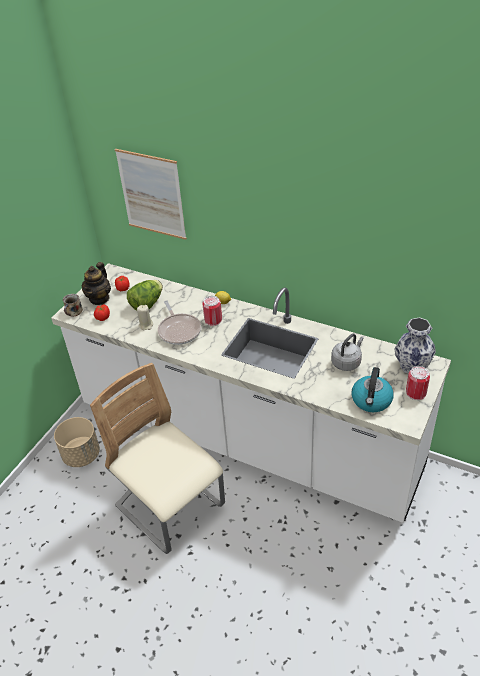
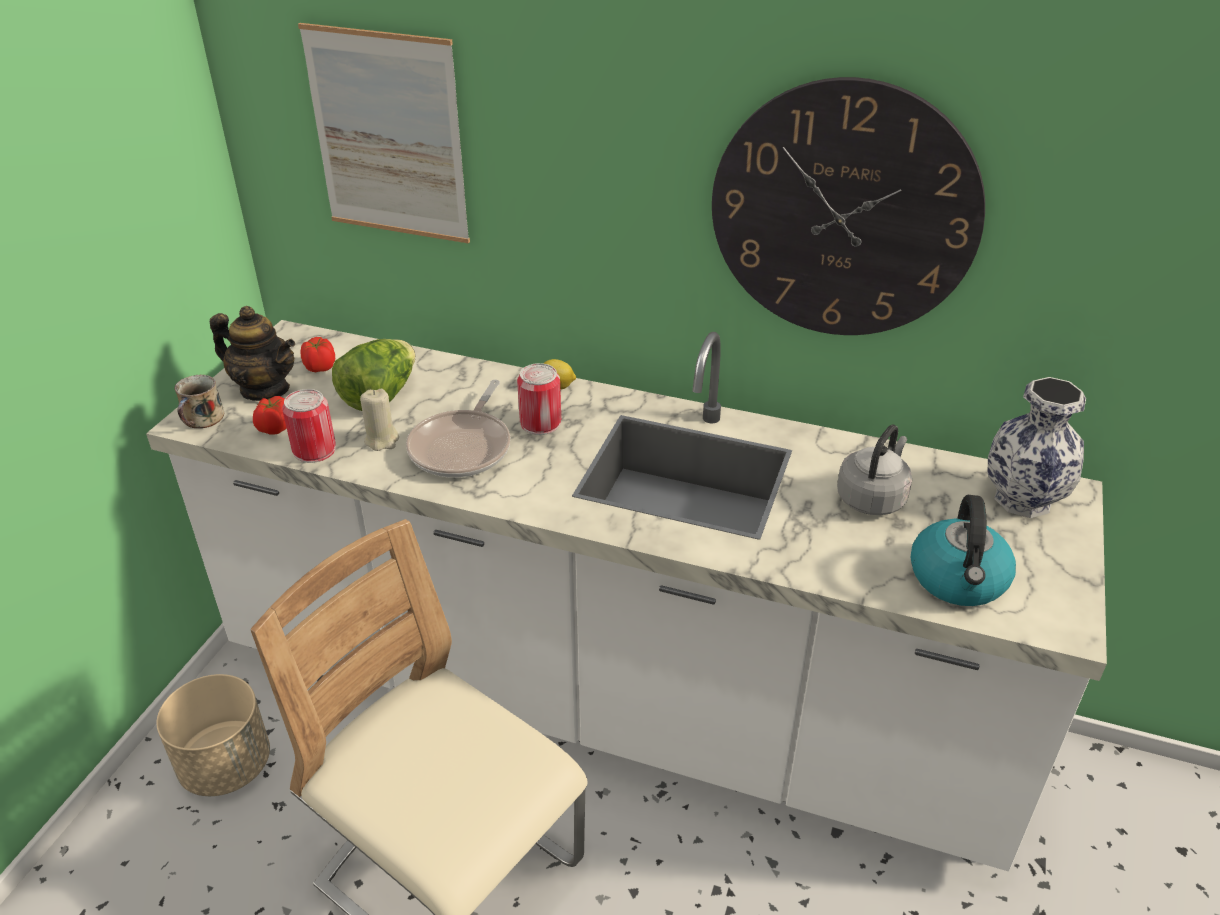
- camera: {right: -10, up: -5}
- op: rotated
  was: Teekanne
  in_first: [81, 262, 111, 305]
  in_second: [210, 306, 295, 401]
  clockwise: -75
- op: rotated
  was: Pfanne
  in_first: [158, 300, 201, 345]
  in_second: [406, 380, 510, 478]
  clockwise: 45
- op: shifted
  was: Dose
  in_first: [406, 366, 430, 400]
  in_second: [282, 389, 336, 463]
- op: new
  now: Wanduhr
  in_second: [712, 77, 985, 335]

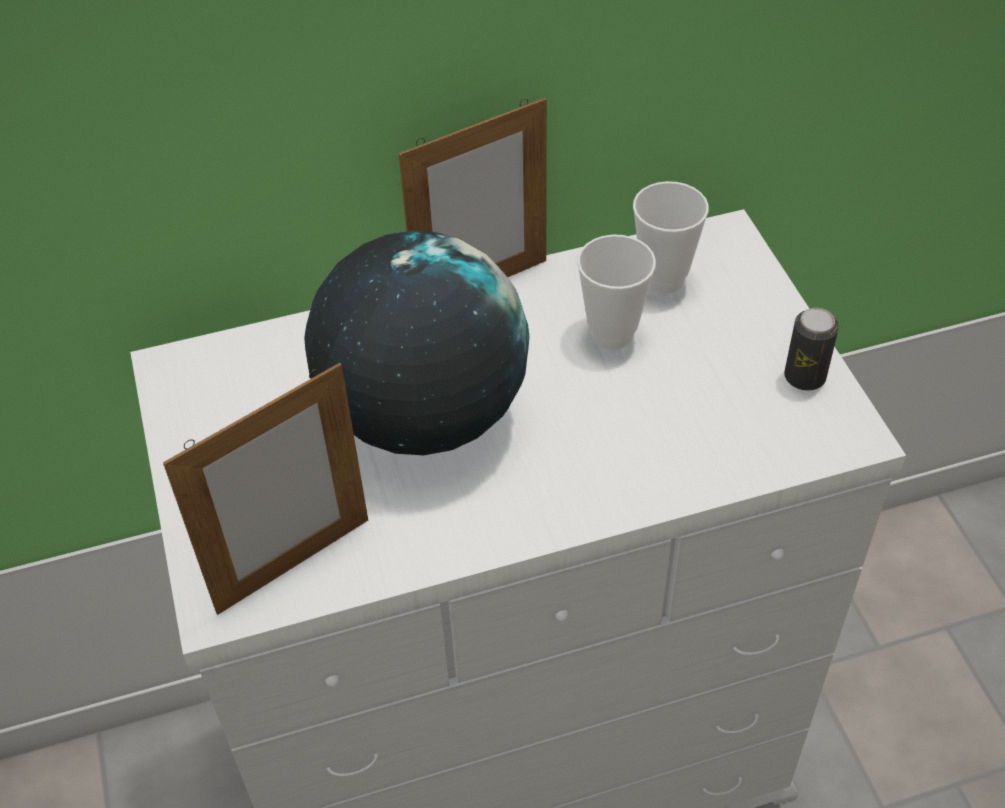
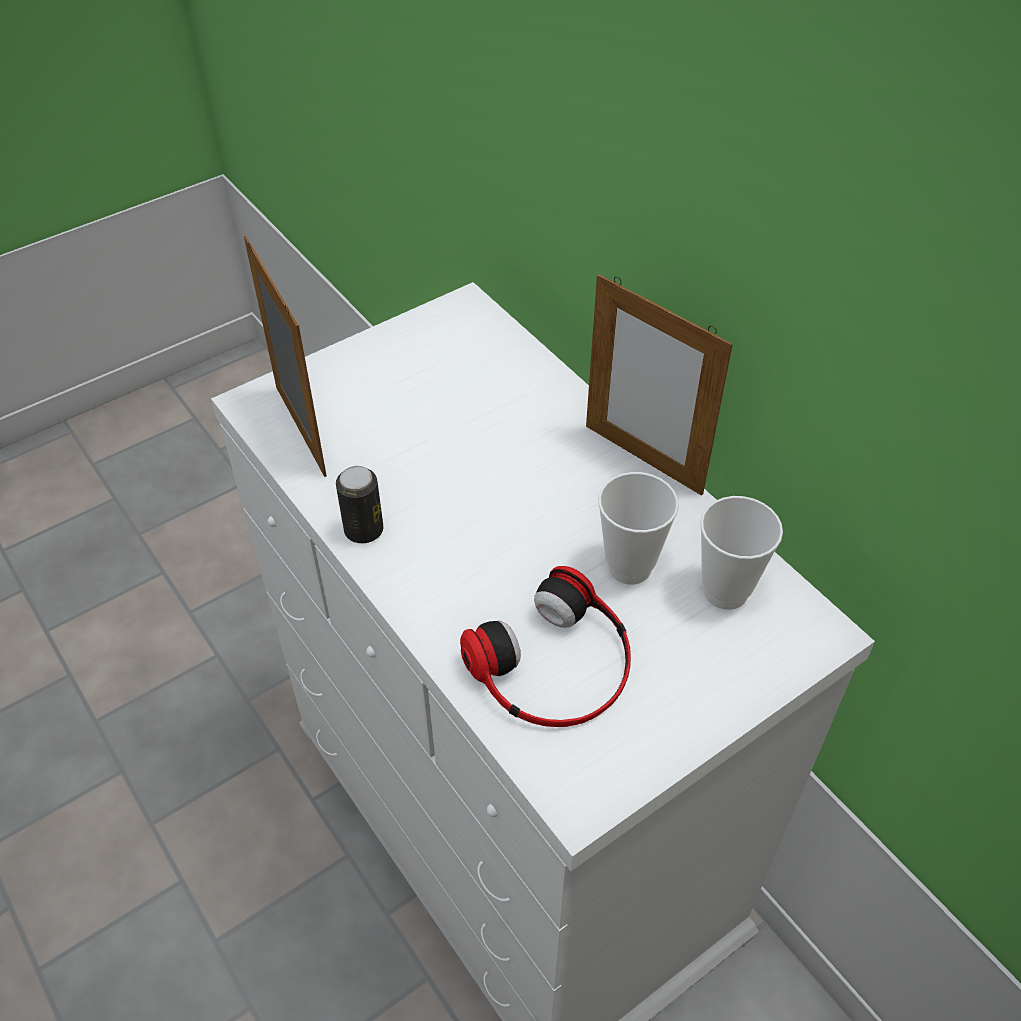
- camera: {right: 70, up: 0}
- op: rotated
  was: Bilderrahmen
  in_first: [163, 363, 368, 615]
  in_second: [244, 236, 327, 477]
  clockwise: -150
- op: gone
  was: Globus
  in_first: [304, 231, 529, 455]
- op: shifted
  was: Dose
  in_first: [784, 308, 839, 391]
  in_second: [336, 466, 383, 543]
- op: new
  now: Kopfhörer
  in_second: [460, 566, 631, 727]

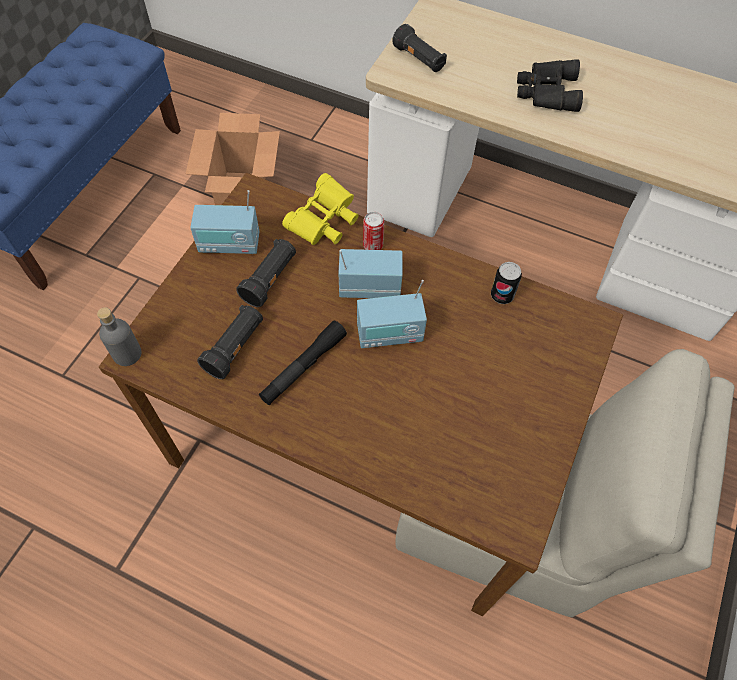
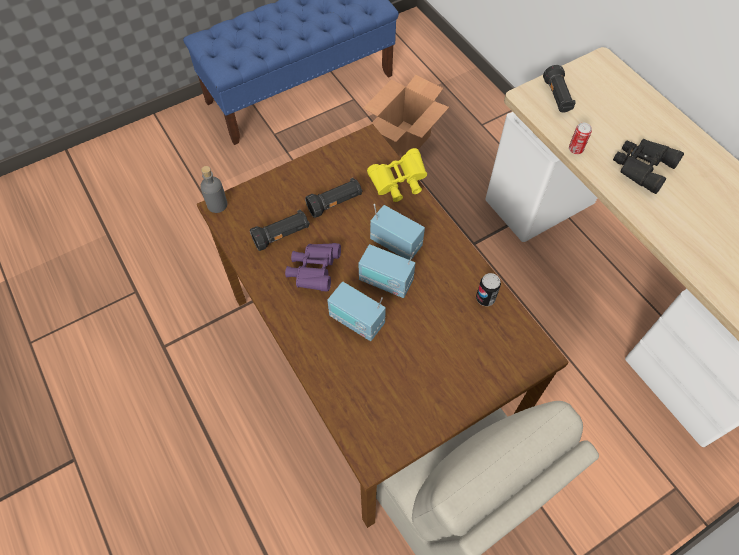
- camera: {right: 35, up: 0}
- op: shifted
  was: Radio
  in_first: [190, 190, 259, 254]
  in_second: [327, 282, 386, 341]
- op: swapped
  was: Taschenlampe/schwarz
  now: Fernglas/lila
  in_first: [259, 321, 347, 405]
  in_second: [285, 243, 341, 291]
- op: shifted
  was: Dose
  in_first: [363, 212, 384, 250]
  in_second: [569, 123, 592, 154]

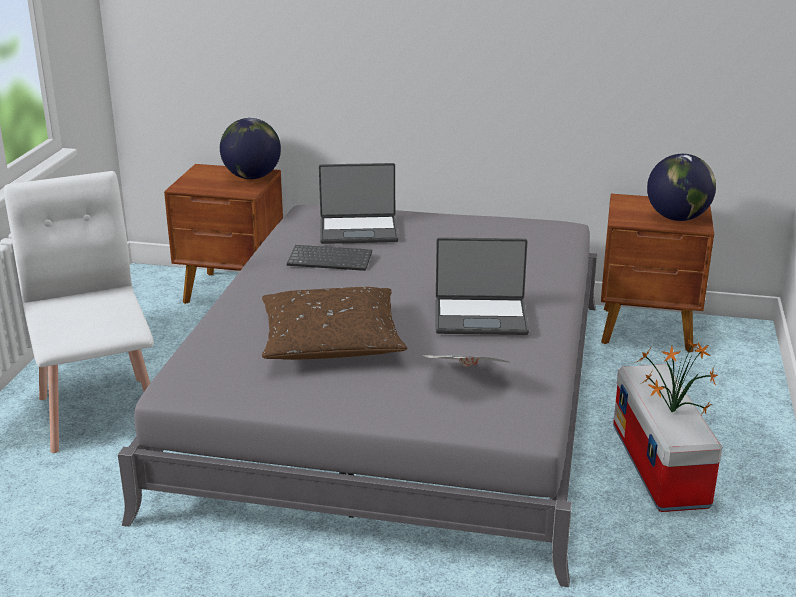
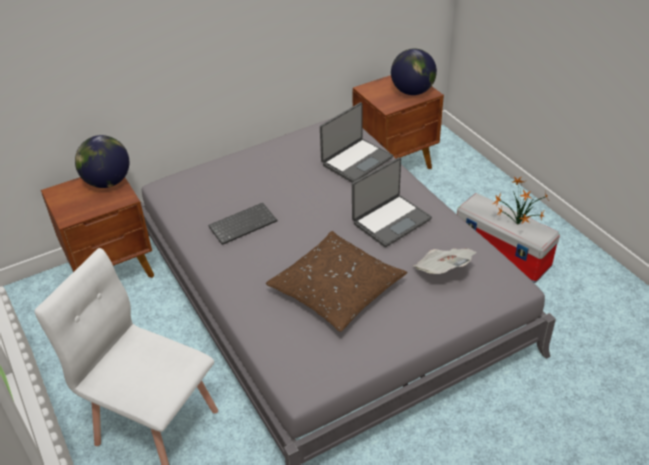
- camera: {right: -40, up: 15}
- op: shifted
  was: Laptop
  in_first: [319, 163, 399, 244]
  in_second: [320, 102, 393, 183]

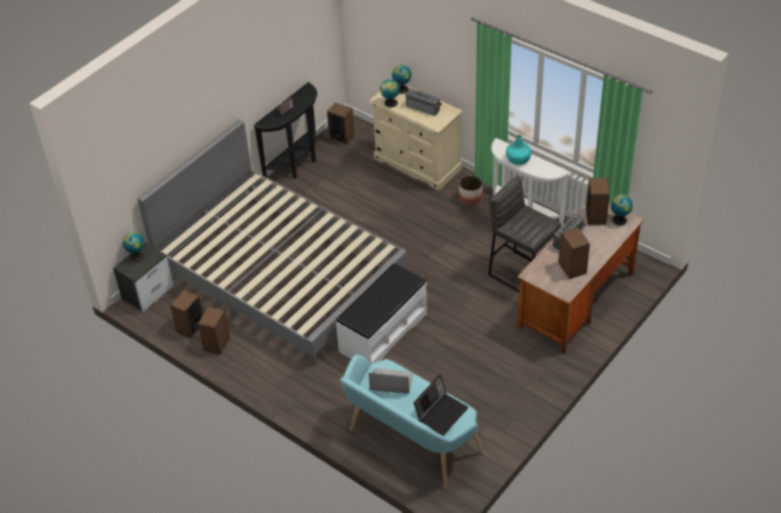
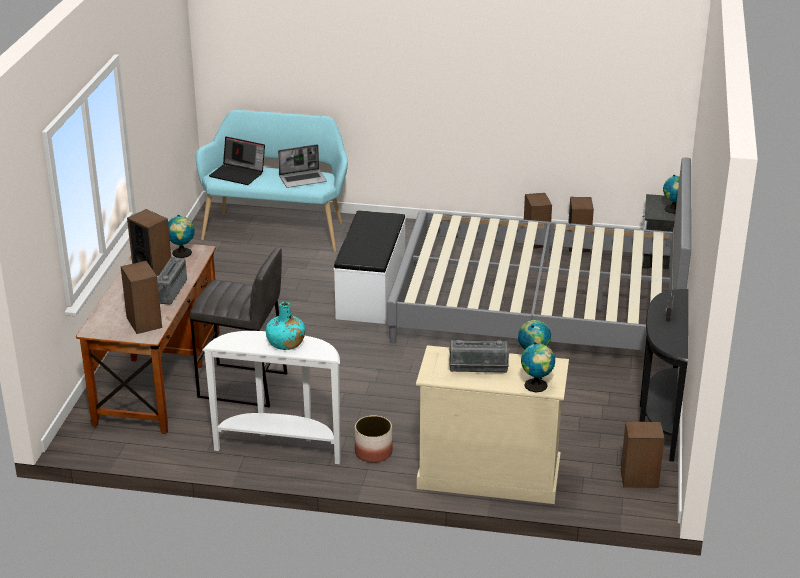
- camera: {right: 150, up: -15}
- op: rotated
  was: Laptop
  in_first: [414, 374, 469, 436]
  in_second: [209, 137, 265, 185]
  clockwise: -75
- op: shifted
  was: Globus
  in_first: [611, 195, 633, 226]
  in_second: [168, 215, 195, 258]

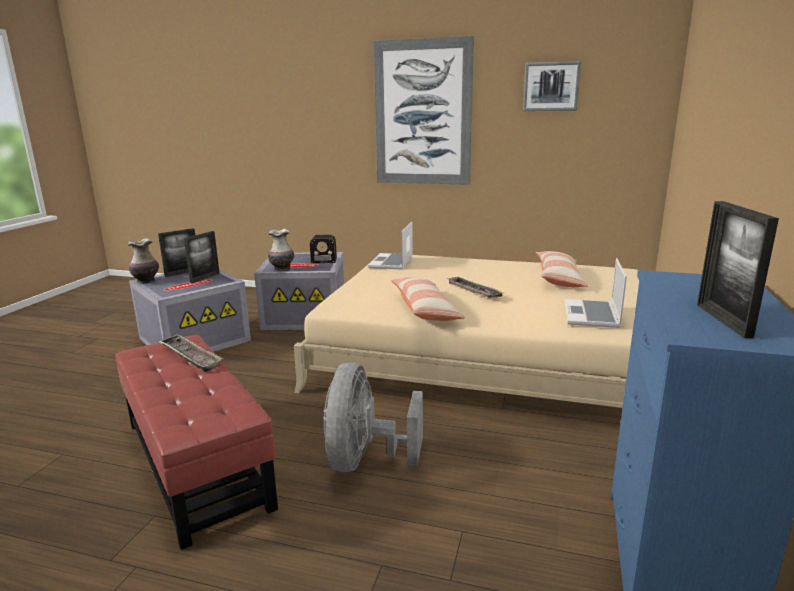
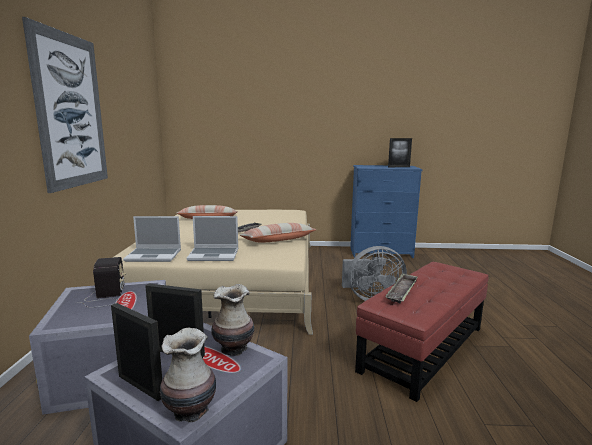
- camera: {right: -105, up: -5}
- op: shifted
  was: Vase
  in_first: [268, 229, 294, 271]
  in_second: [212, 284, 254, 356]
- op: gone
  was: Bild
  in_first: [523, 61, 581, 111]
- op: shifted
  was: Laptop
  in_first: [565, 258, 627, 328]
  in_second: [186, 216, 238, 261]

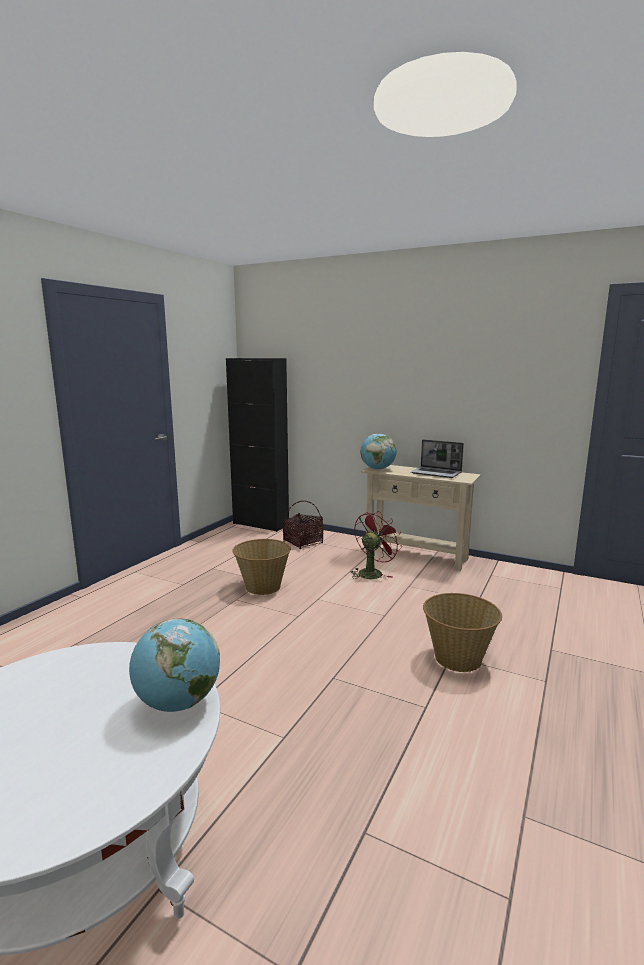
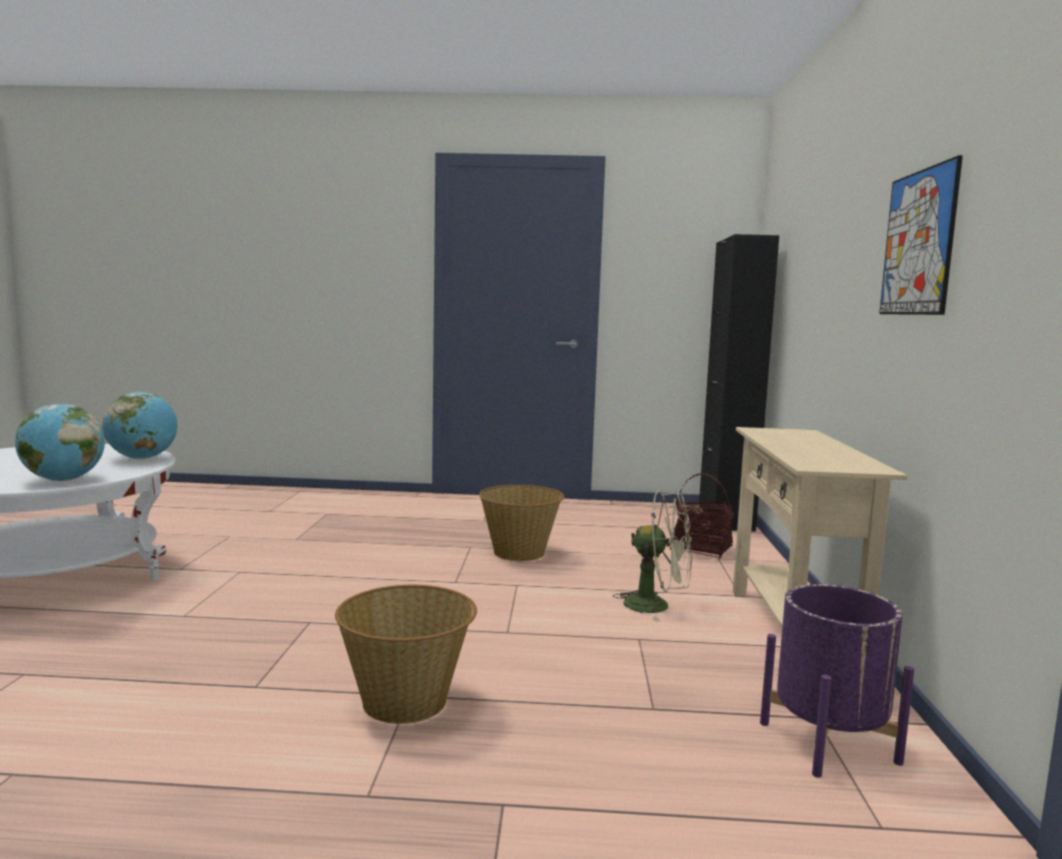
- camera: {right: 65, up: -5}
- op: repainted
  was: Ventilator/rot
  now: Ventilator/beige
  in_first: [351, 511, 402, 579]
  in_second: [613, 490, 692, 622]
- op: shifted
  was: Globus
  in_first: [360, 434, 397, 470]
  in_second: [102, 392, 177, 459]
- op: gone
  was: Laptop
  in_first: [411, 439, 464, 478]
- op: new
  now: Pflanzkübel/lila
  in_second: [760, 584, 914, 778]
- op: new
  now: Bild
  in_second: [879, 155, 963, 315]

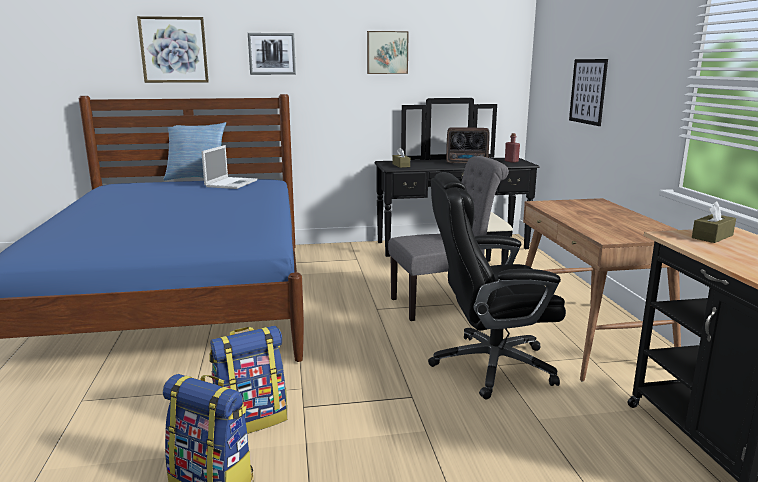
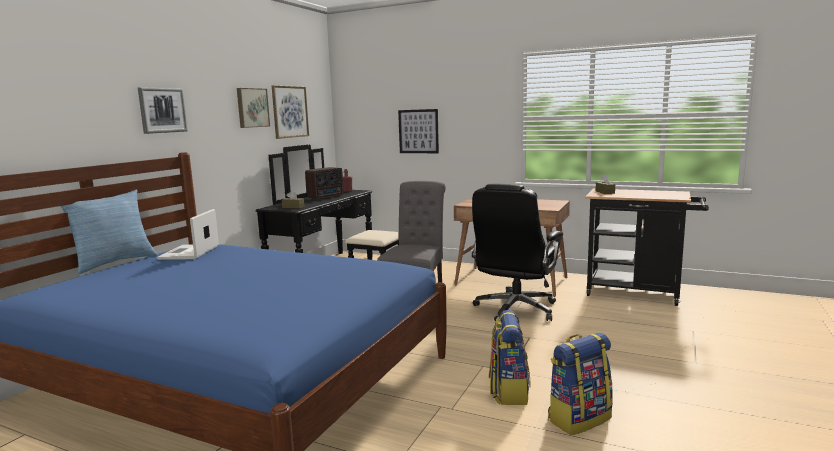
- camera: {right: -55, up: -5}
- op: shifted
  was: Bild
  in_first: [137, 16, 209, 83]
  in_second: [272, 85, 309, 139]
- op: rotated
  was: Laptop
  in_first: [201, 145, 257, 189]
  in_second: [157, 209, 219, 260]
  clockwise: -135

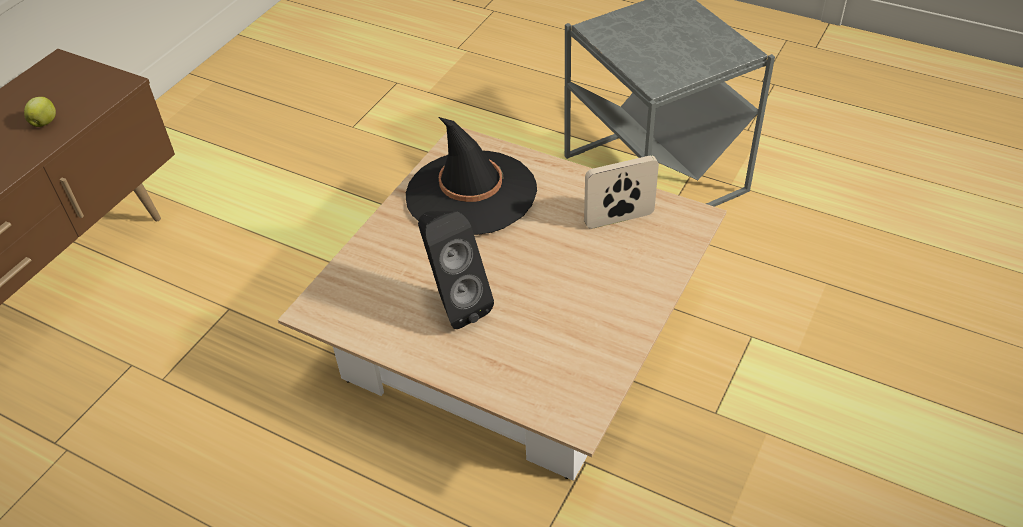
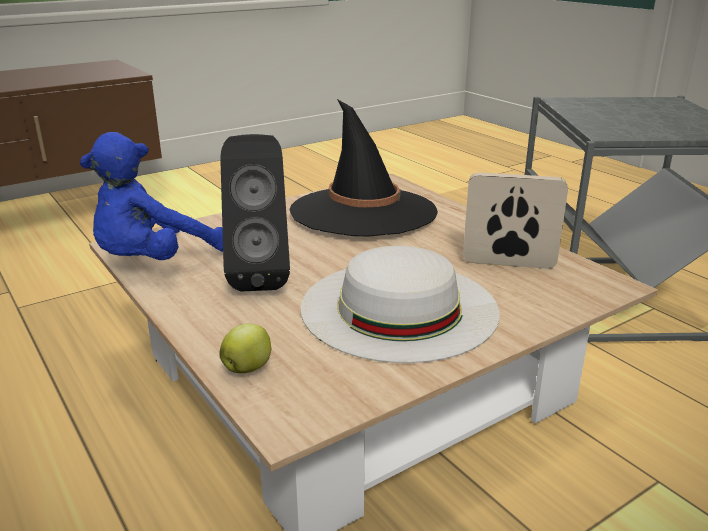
- camera: {right: 25, up: -20}
- op: shifted
  was: Apfel
  in_first: [24, 97, 56, 127]
  in_second: [219, 324, 271, 373]
- op: new
  now: Plüschtier/blau
  in_second: [80, 132, 223, 260]
- op: new
  now: Hut/weiß
  in_second: [301, 246, 499, 363]

